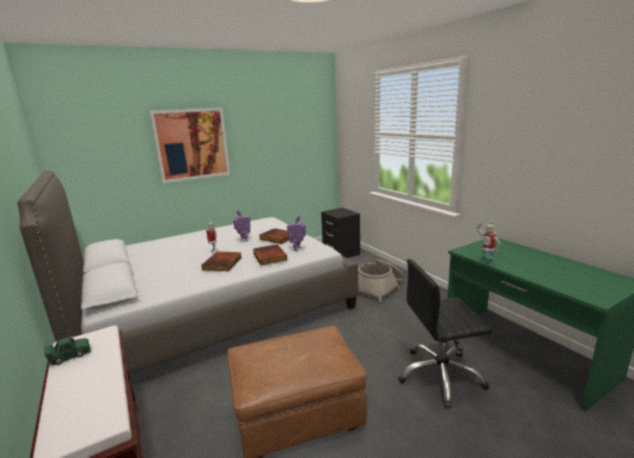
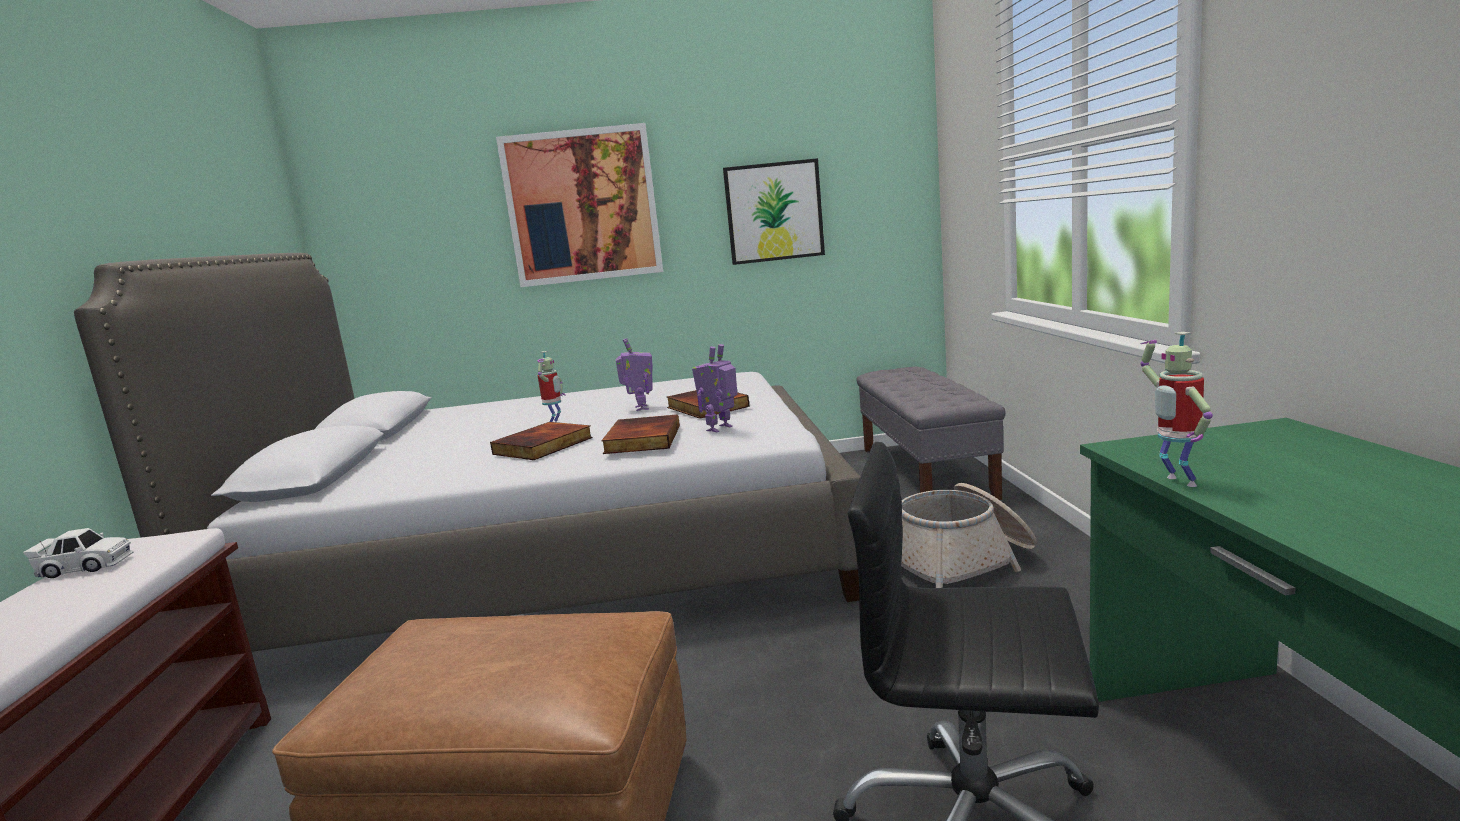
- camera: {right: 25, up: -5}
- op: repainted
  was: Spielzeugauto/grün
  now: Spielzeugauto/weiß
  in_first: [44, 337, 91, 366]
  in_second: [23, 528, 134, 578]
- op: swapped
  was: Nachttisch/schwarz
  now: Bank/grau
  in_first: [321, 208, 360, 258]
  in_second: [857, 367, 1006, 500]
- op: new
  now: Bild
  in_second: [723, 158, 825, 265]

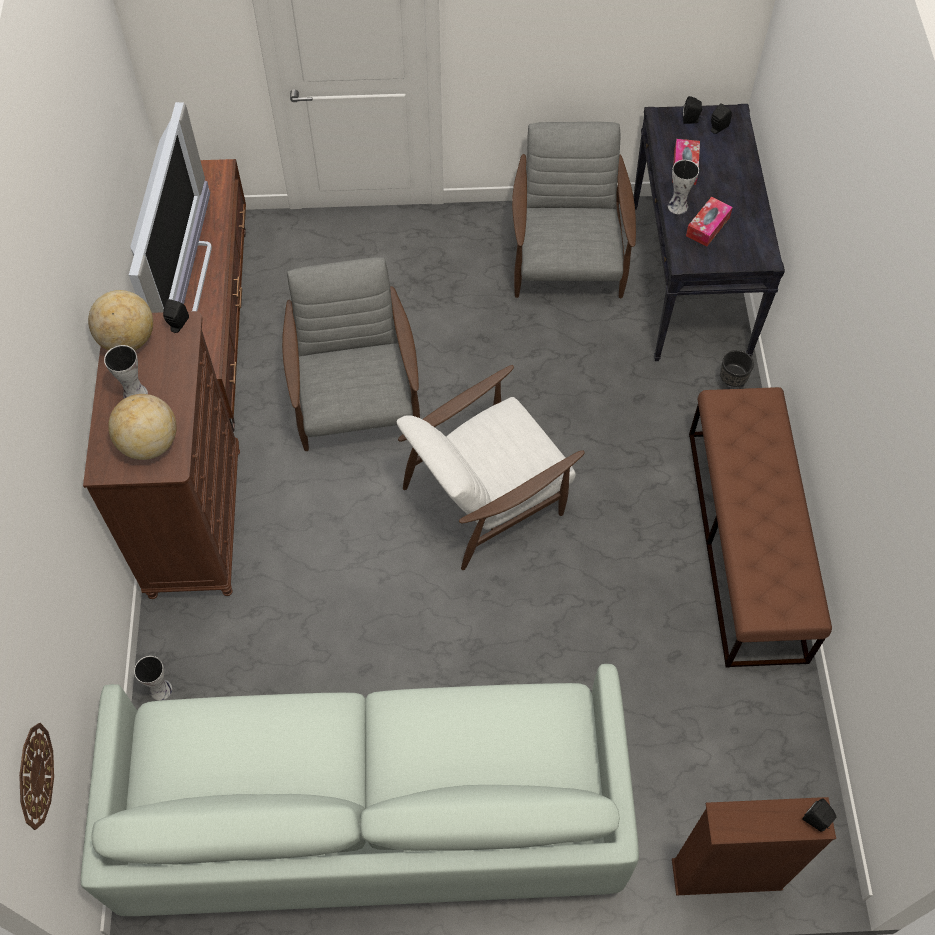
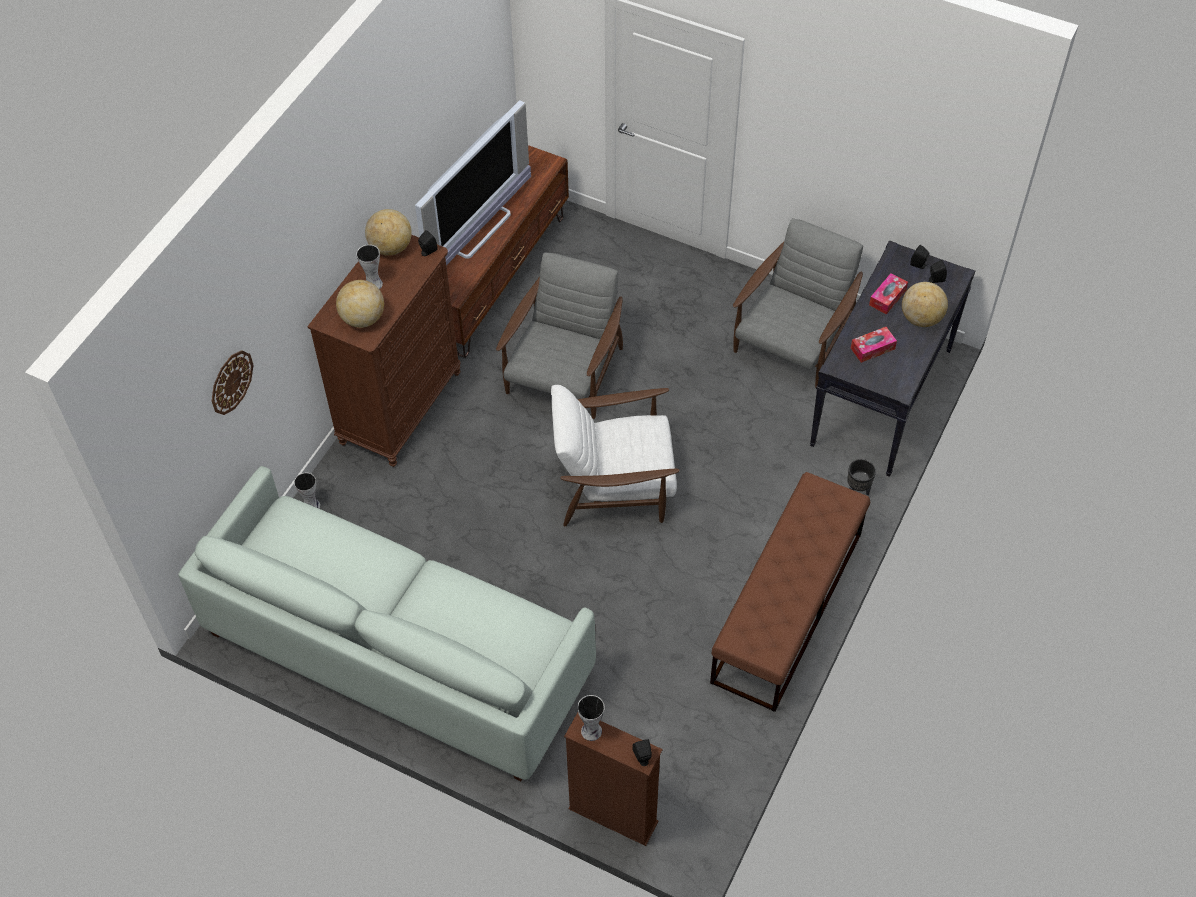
- camera: {right: 30, up: -5}
- op: shifted
  was: Wanduhr
  in_first: [19, 723, 54, 830]
  in_second: [212, 350, 253, 415]
- op: shifted
  was: Vase
  in_first: [668, 160, 699, 214]
  in_second: [577, 695, 605, 741]
- op: new
  now: Globus
  in_second: [902, 282, 948, 327]

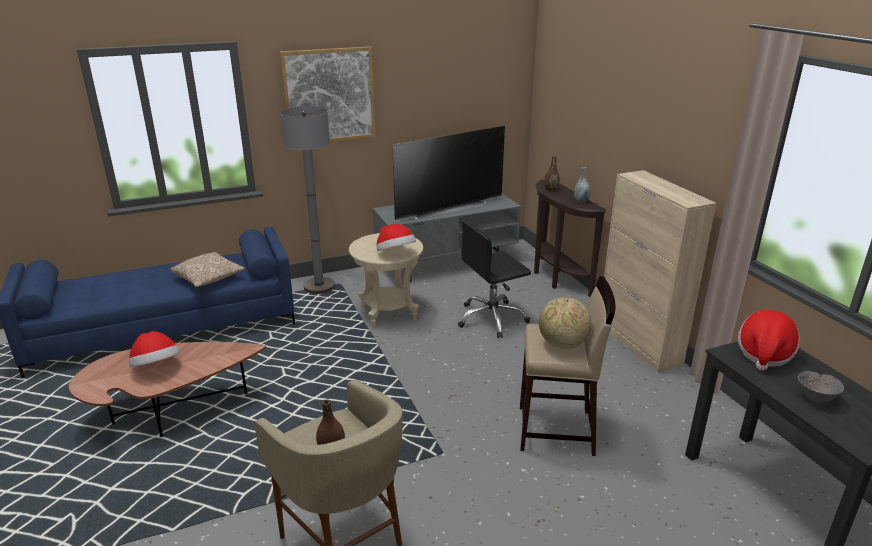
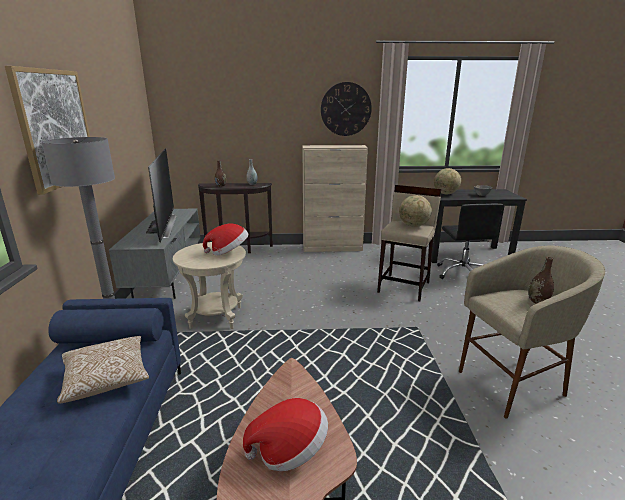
- camera: {right: -70, up: -5}
- op: shifted
  was: Bürostuhl/schwarz
  in_first: [458, 220, 531, 338]
  in_second: [437, 204, 503, 279]
- op: swapped
  was: Hut
  now: Globus
  in_first: [738, 310, 800, 371]
  in_second: [434, 168, 461, 194]
- op: new
  now: Wanduhr
  in_second: [321, 82, 372, 136]

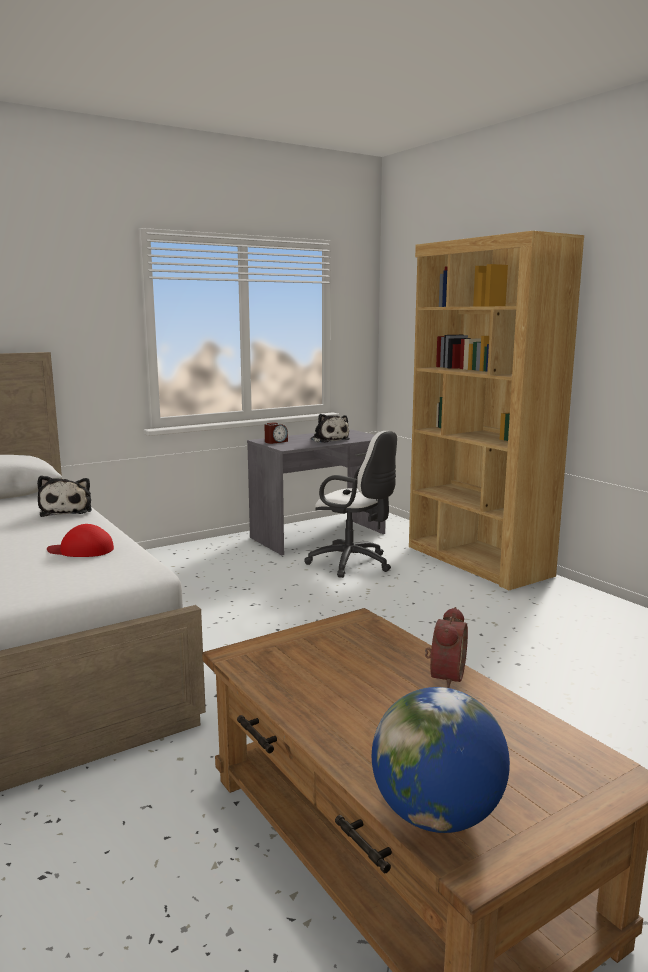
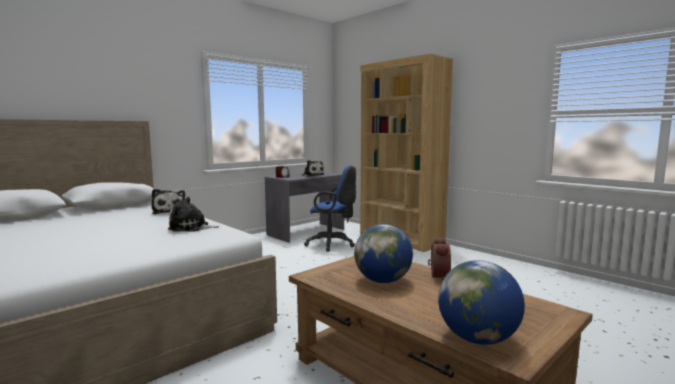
- camera: {right: -10, up: -5}
- op: swapped
  was: Kappe/rot
  now: Plüschtier
  in_first: [47, 524, 114, 557]
  in_second: [168, 197, 219, 232]
- op: repainted
  was: Bürostuhl/weiß
  now: Bürostuhl/blau
  in_first: [304, 431, 397, 578]
  in_second: [304, 166, 356, 251]
- op: new
  now: Globus
  in_second: [354, 224, 413, 283]

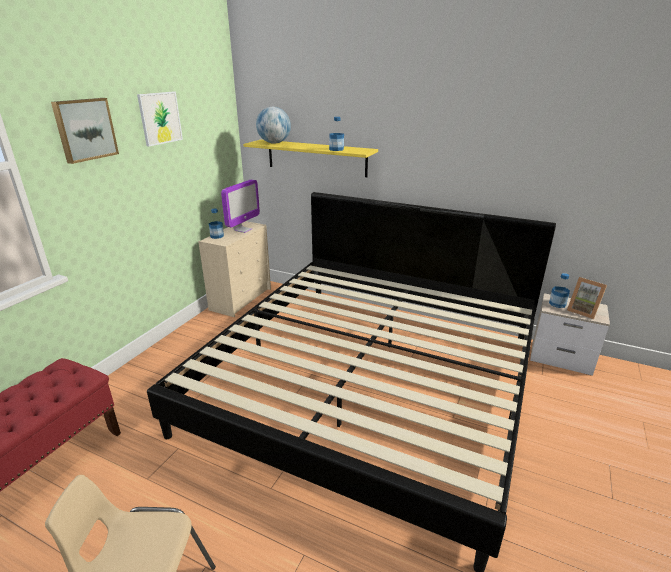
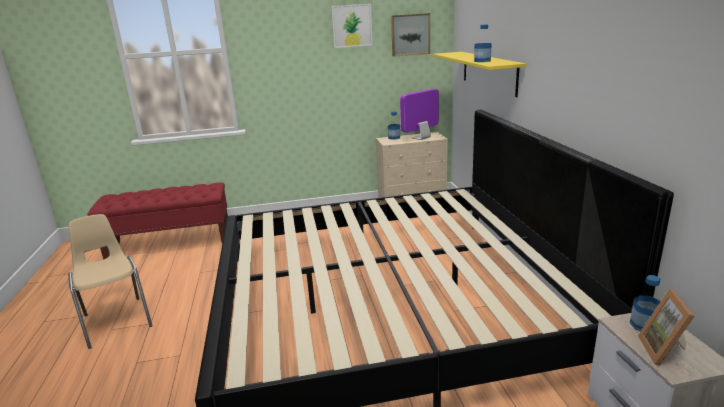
- camera: {right: 55, up: -5}
- op: shifted
  was: Bild
  in_first: [51, 98, 119, 164]
  in_second: [391, 13, 430, 57]
- op: rotated
  was: Monitor
  in_first: [221, 179, 260, 233]
  in_second: [400, 89, 439, 140]
  clockwise: 150
- op: gone
  was: Globus
  in_first: [256, 107, 291, 144]

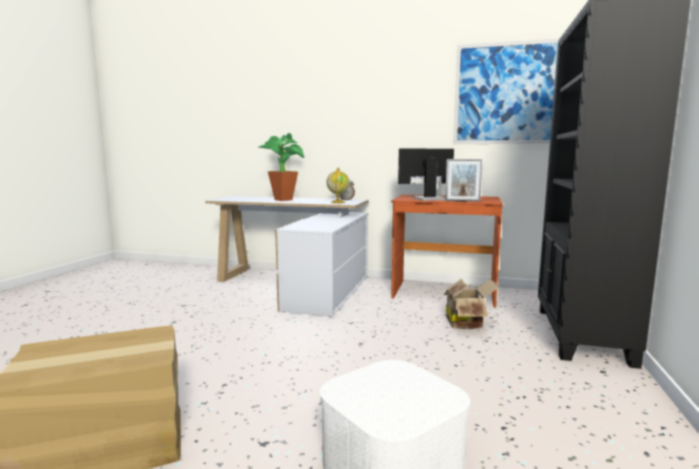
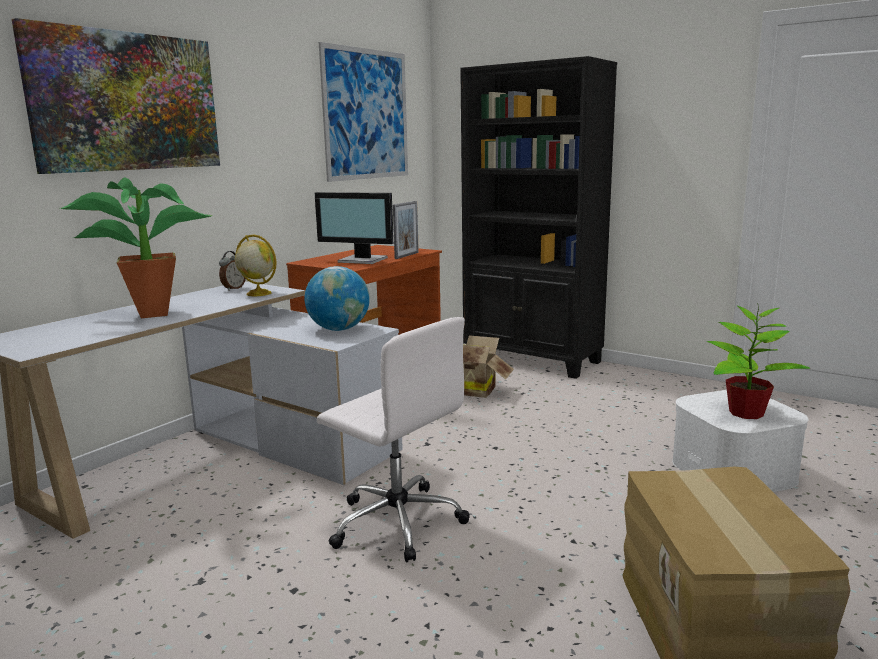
- camera: {right: -70, up: 5}
- op: rotated
  was: Monitor
  in_first: [398, 149, 454, 201]
  in_second: [315, 192, 393, 264]
  clockwise: -75
- op: new
  now: Bild
  in_second: [11, 18, 220, 174]
- op: new
  now: Globus
  in_second: [305, 266, 370, 331]
- op: new
  now: Bürostuhl/weiß
  in_second: [317, 317, 470, 562]
- op: new
  now: Topfpflanze
  in_second: [707, 303, 810, 419]

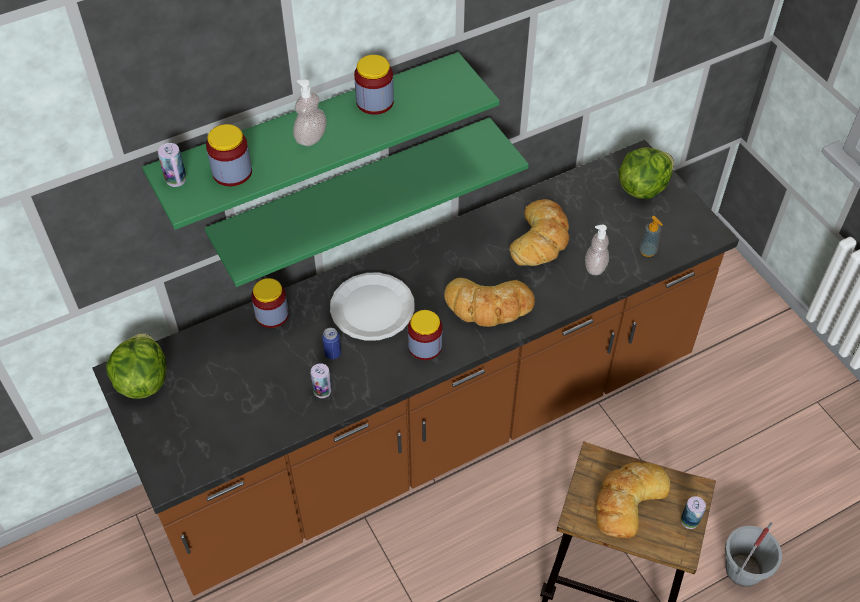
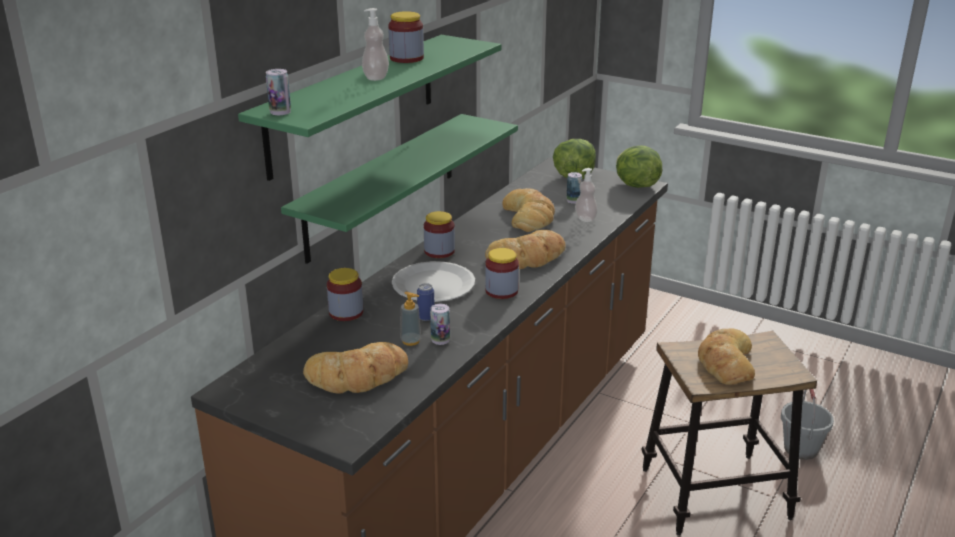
- camera: {right: -30, up: -25}
- op: shifted
  was: Salatkopf
  in_first: [106, 333, 166, 399]
  in_second: [616, 146, 662, 188]
- op: shifted
  was: Vorratsglas
  in_first: [206, 124, 252, 186]
  in_second: [424, 211, 455, 258]
- op: shifted
  was: Seifenspender
  in_first: [639, 216, 662, 257]
  in_second: [400, 292, 421, 346]
- op: shifted
  was: Dose
  in_first: [681, 496, 706, 529]
  in_second: [566, 172, 582, 204]
- op: new
  now: Brot
  in_second: [303, 342, 408, 394]

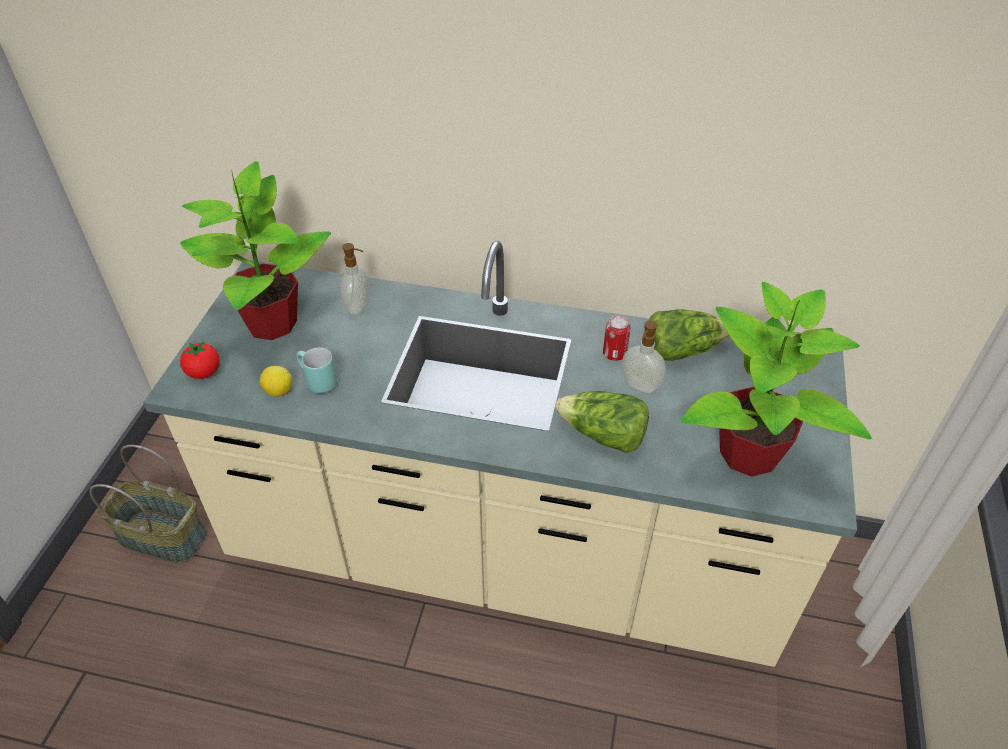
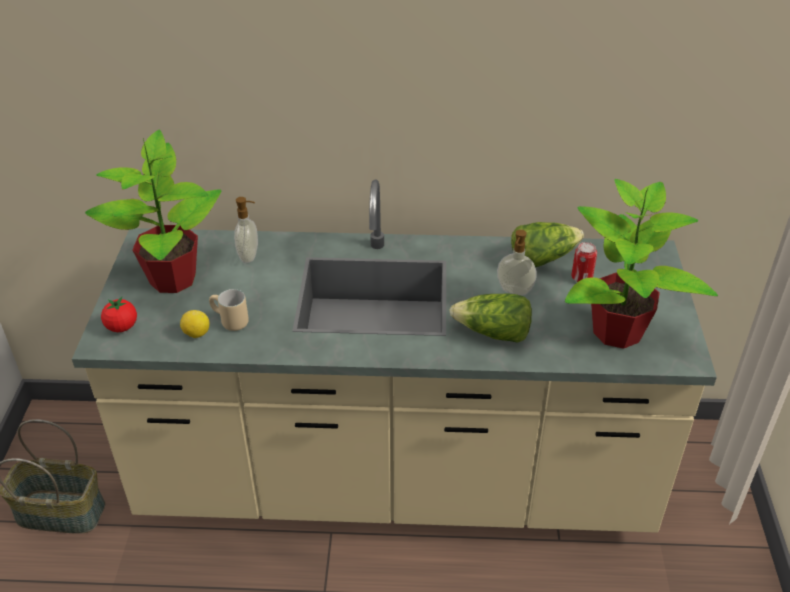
- camera: {right: -10, up: -5}
- op: repainted
  was: Henkelbecher/türkis
  now: Henkelbecher/beige
  in_first: [296, 348, 337, 393]
  in_second: [209, 289, 249, 331]
- op: shifted
  was: Dose
  in_first: [603, 315, 630, 361]
  in_second: [571, 242, 597, 282]

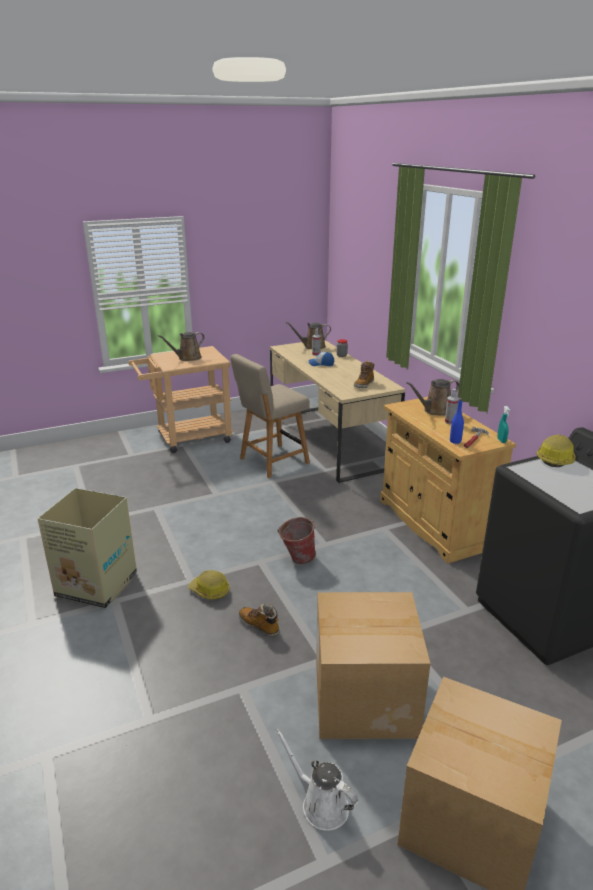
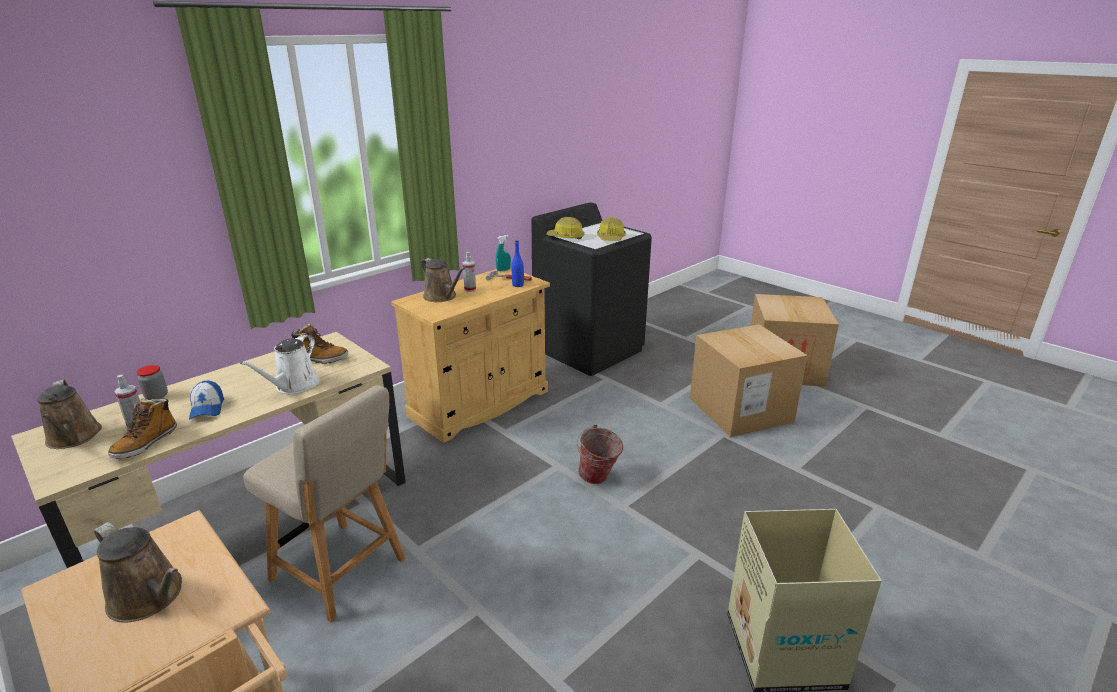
- camera: {right: -110, up: 0}
- op: shifted
  was: Schutzhelm
  in_first: [188, 570, 230, 599]
  in_second: [597, 217, 626, 241]
- op: shifted
  was: Stiefel
  in_first: [239, 603, 280, 637]
  in_second: [108, 398, 177, 459]
- op: shifted
  was: Gießkanne/weiß
  in_first: [275, 729, 358, 831]
  in_second: [240, 335, 320, 394]

